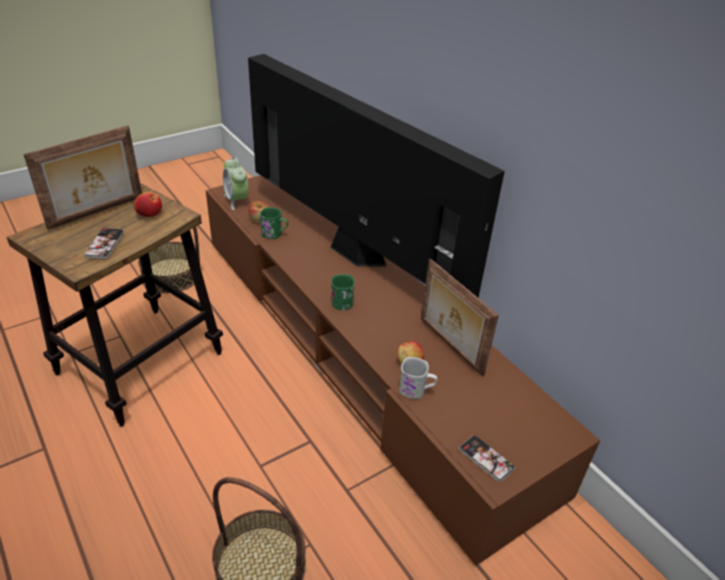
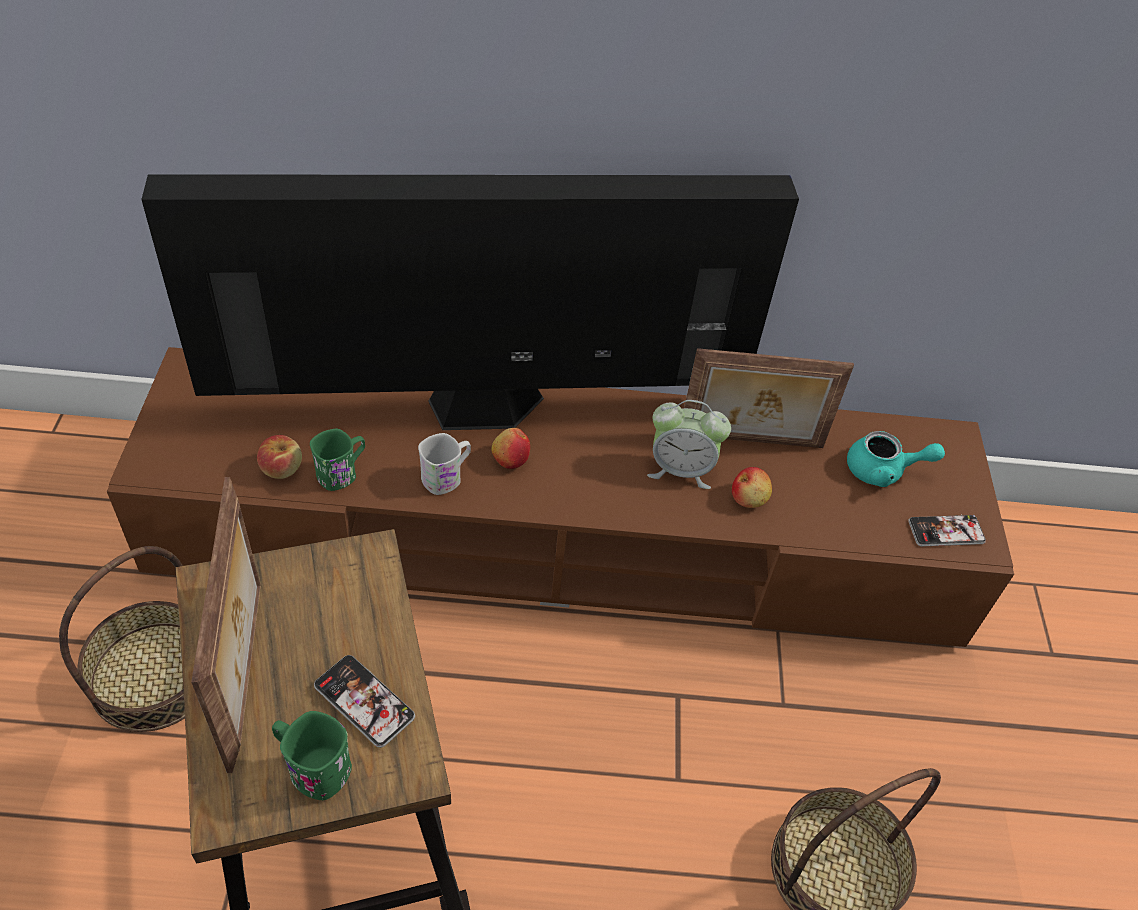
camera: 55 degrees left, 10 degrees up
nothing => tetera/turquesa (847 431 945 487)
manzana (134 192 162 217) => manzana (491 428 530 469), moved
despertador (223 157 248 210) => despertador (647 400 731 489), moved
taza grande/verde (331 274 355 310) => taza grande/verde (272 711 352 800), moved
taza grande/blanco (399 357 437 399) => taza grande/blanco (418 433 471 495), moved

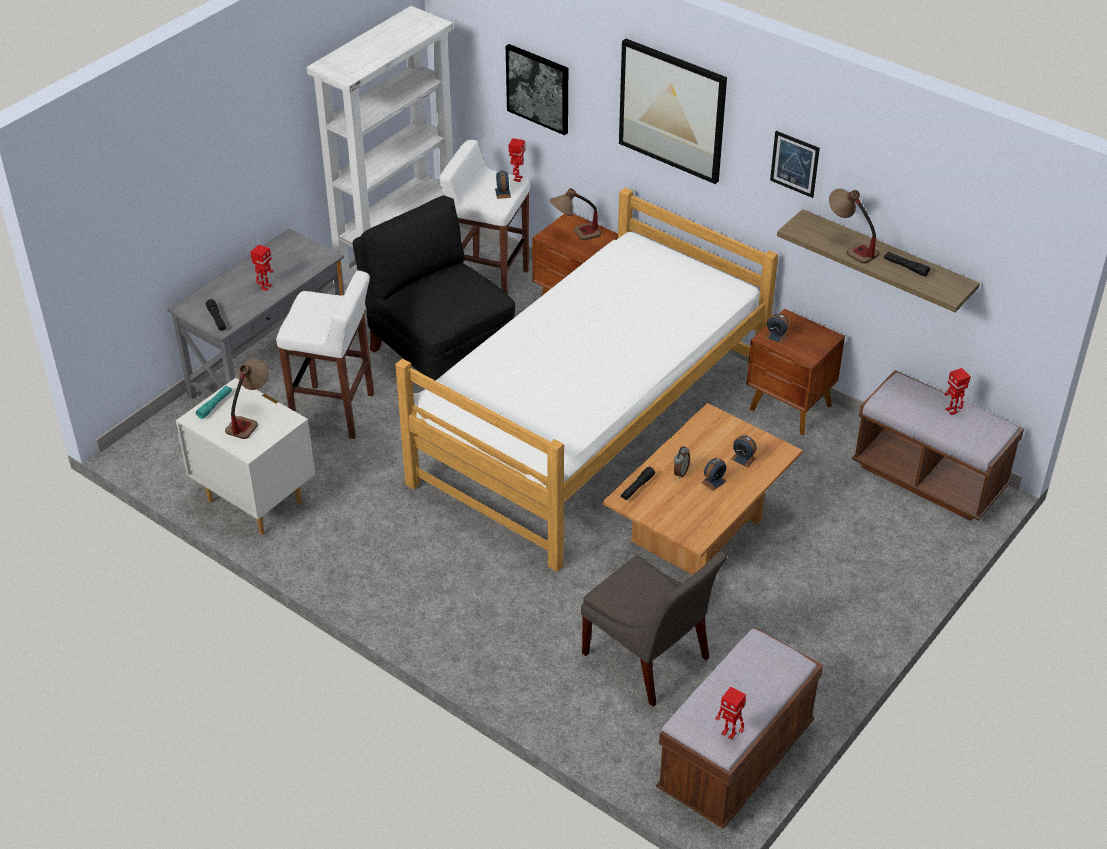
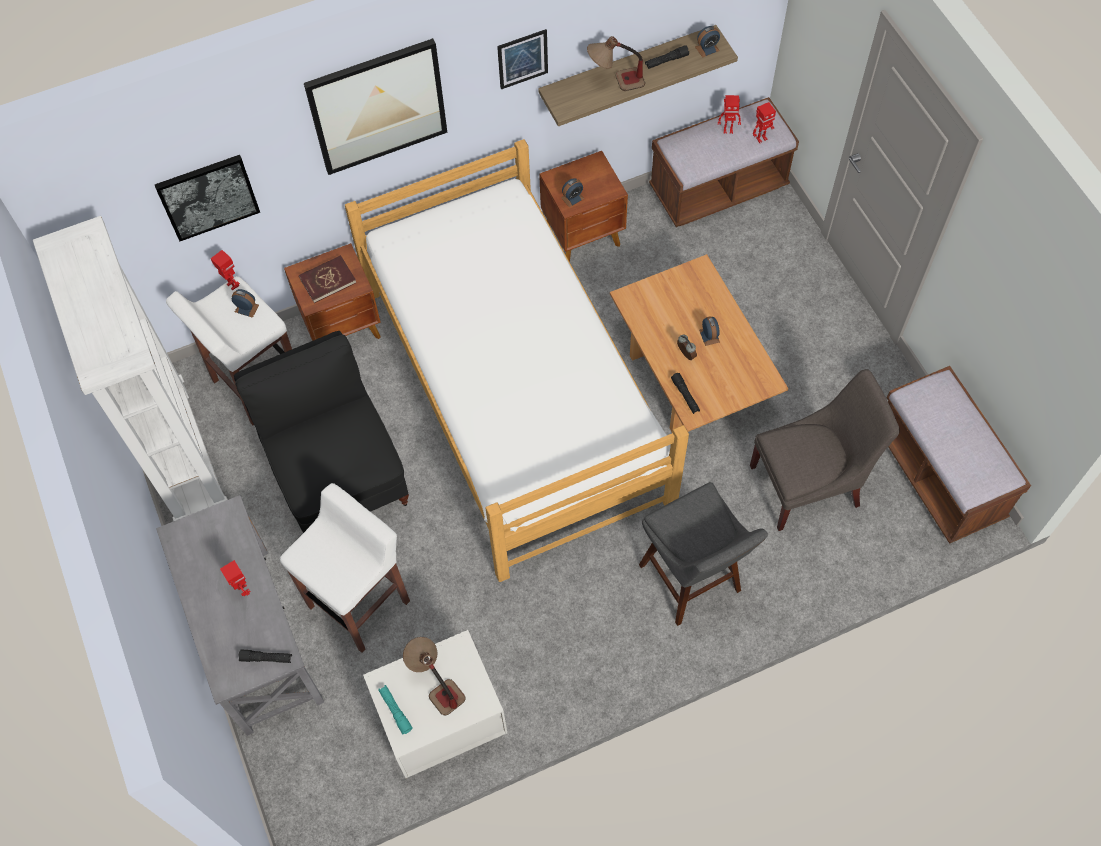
camera: 60 degrees left, 20 degrees up
nothing => taburete/gris (639 482 768 626)
robot de juguete (715 687 746 740) => robot de juguete (753 102 776 143), moved
despertador (731 435 756 467) => despertador (695 26 720 58), moved
lámpara de mesa (550 188 601 240) => libro/rojo (299 255 356 303)
silla/negro (353 195 515 381) => silla/negro (234 331 409 533), 75 degrees clockwise

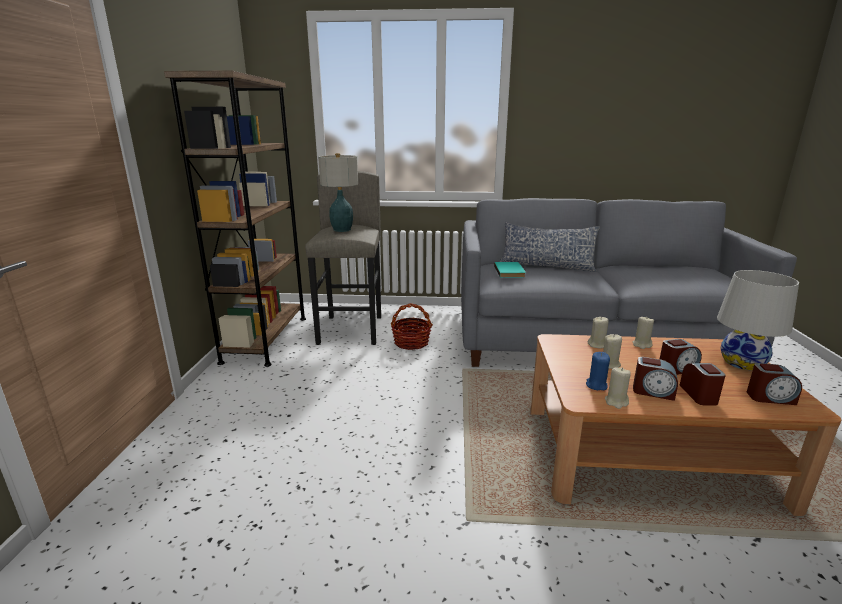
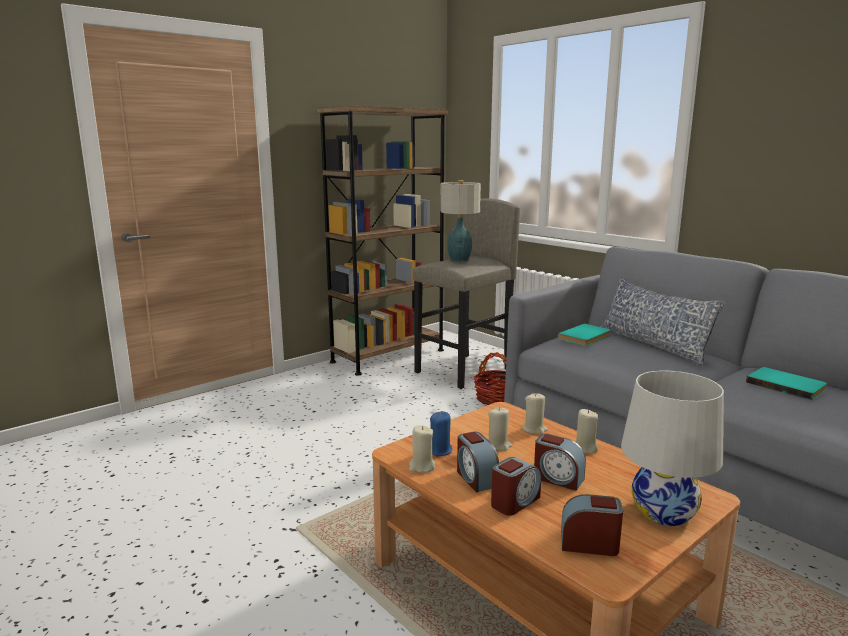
camera: 45 degrees right, 5 degrees down
nothing => libro/turquesa (746 367 827 400)
despertador (747 363 802 405) => despertador (561 494 623 556), 135 degrees clockwise

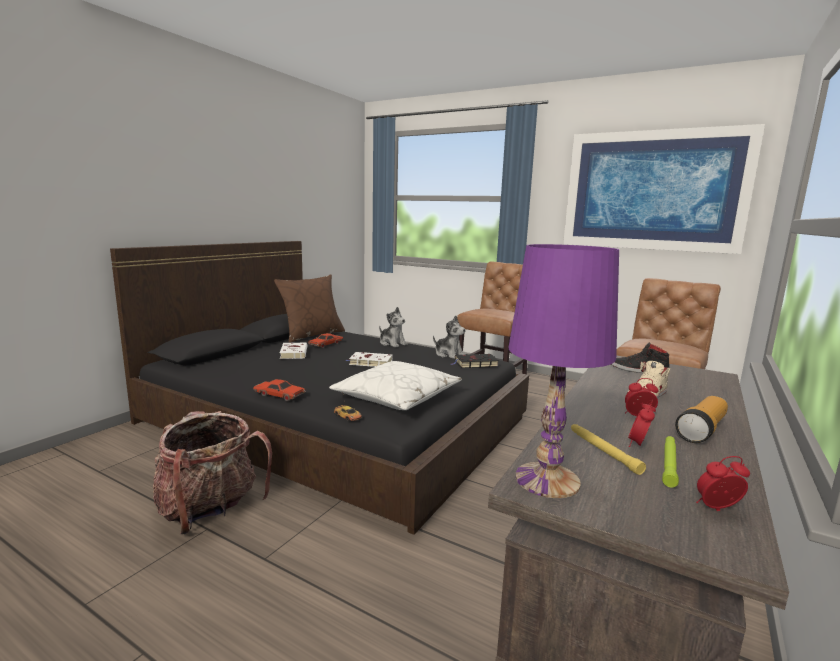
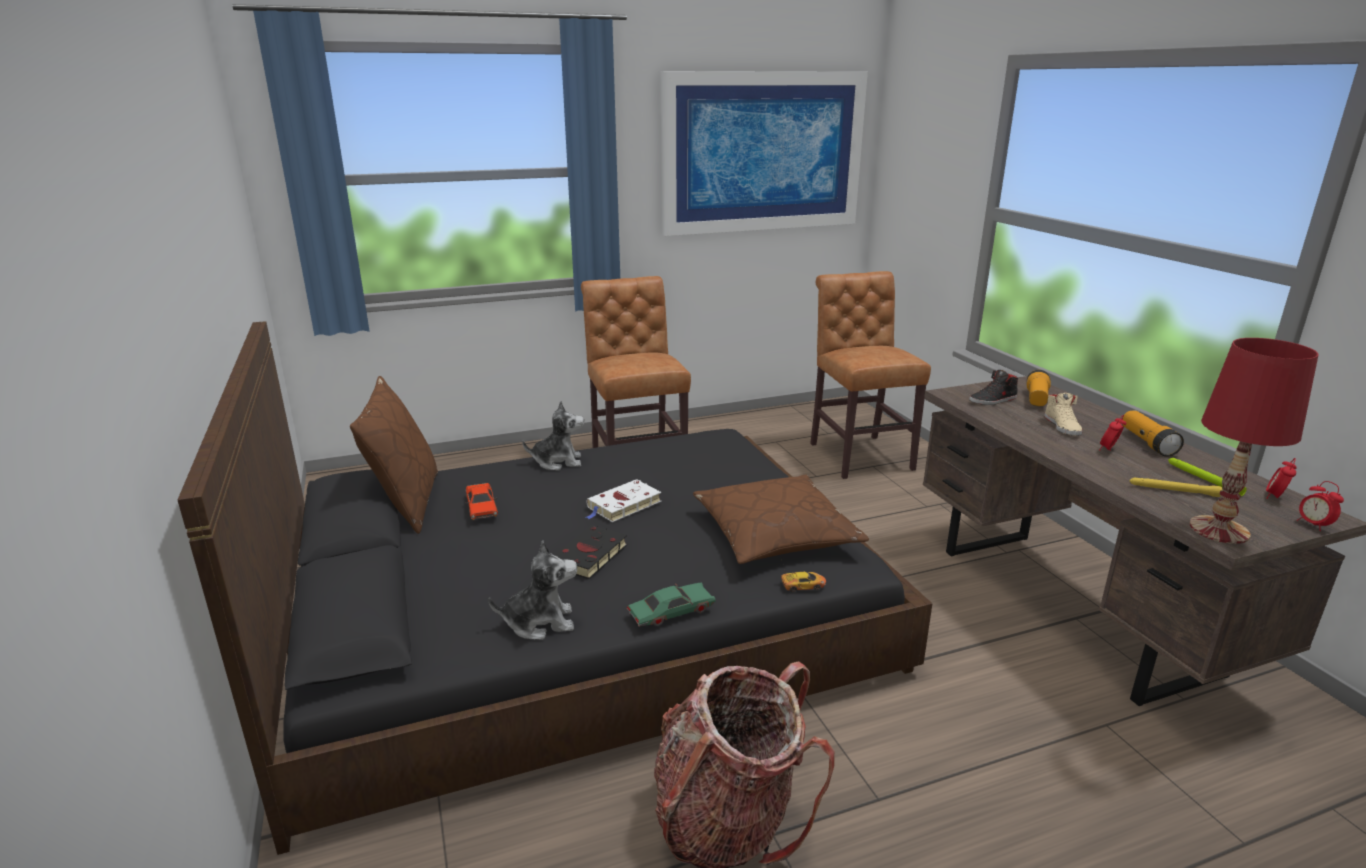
camera: 50 degrees left, 10 degrees up
libro/blanco (280 342 308 359) => nothing
nothing => linterna (1027 370 1051 406)
peluche (433 316 466 359) => peluche (488 540 577 640), moved
libro/negro (451 354 499 368) => libro/negro (554 525 627 579), moved
despertador (628 399 656 447) => despertador (1297 481 1344 531), moved
coche de juguete/rojo (253 379 306 401) => coche de juguete/verde (627 583 716 627)
cojín/blanco (329 361 462 410) => cojín/marrón (693 474 869 564)
lámpara de mesa/morado (509 244 619 498) => lámpara de mesa/rojo (1190 338 1319 544)

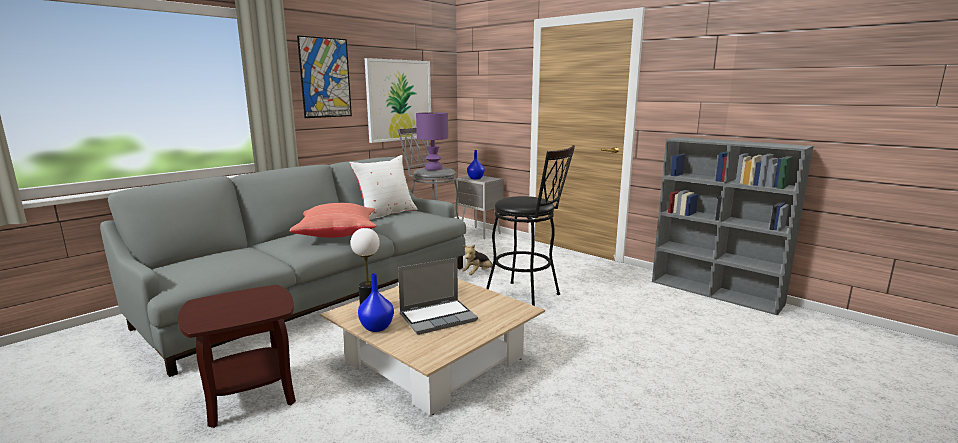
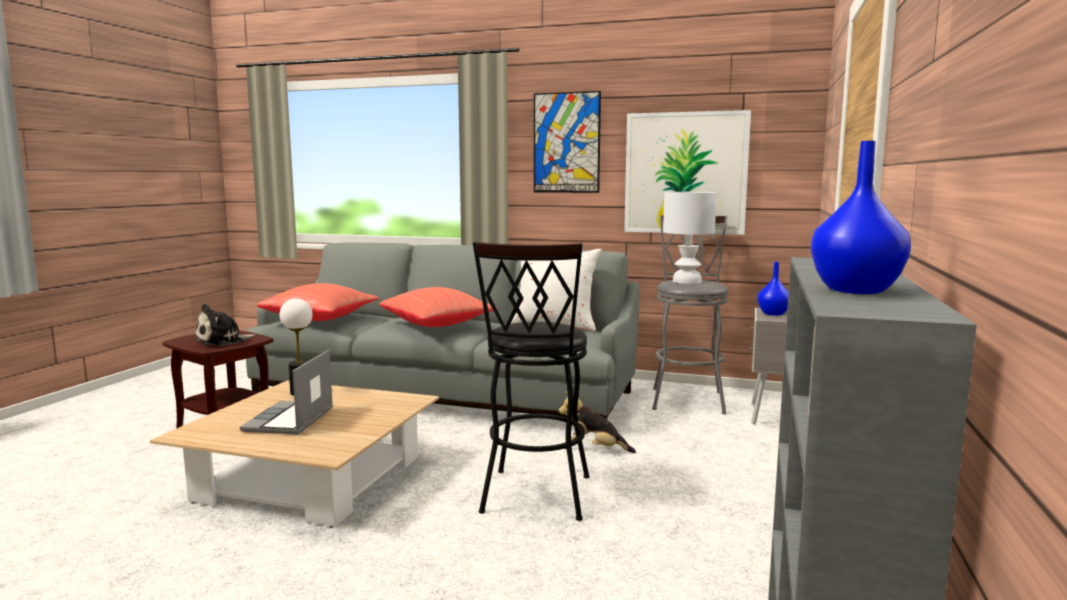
camera: 65 degrees right, 5 degrees down
nothing => peluche (195 304 256 346)
nothing => cojín/rojo (257 283 379 321)
florero/azul (358 273 394 332) => florero/azul (811 141 911 294), moved
lámpara de mesa/morado (416 112 448 170) => lámpara de mesa/blanco (663 192 717 284)
portátil (398 258 478 335) => portátil (240 350 333 435), 60 degrees clockwise

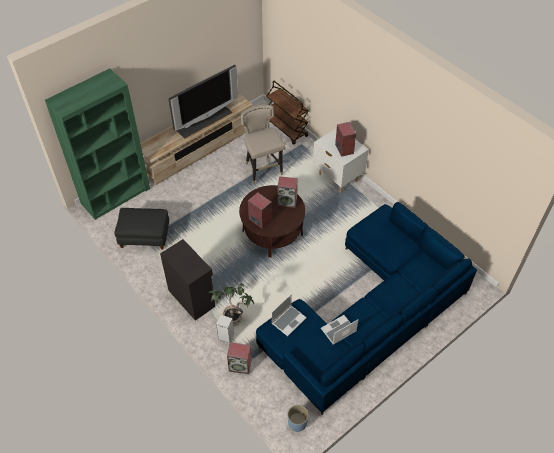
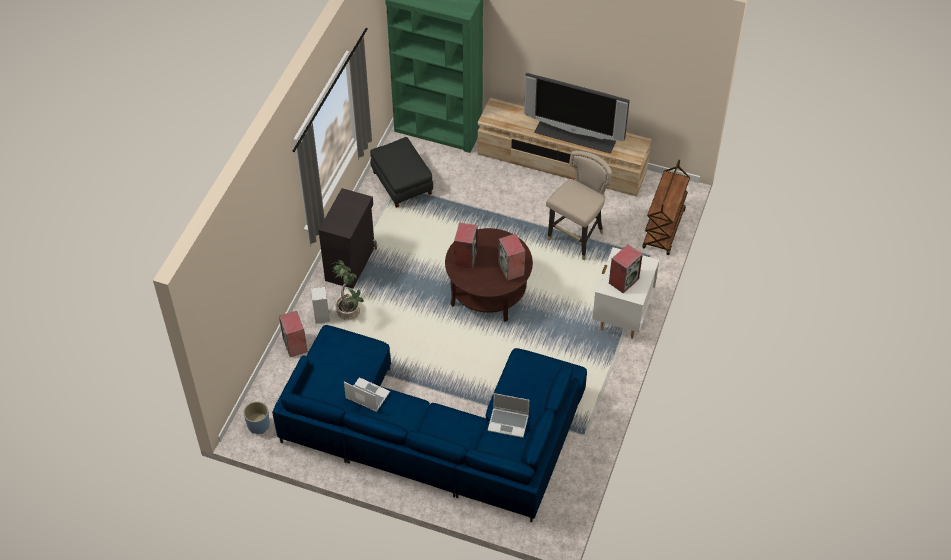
camera: 60 degrees right, 0 degrees up
portátil (272 294 307 336) => portátil (488 393 529 438), moved

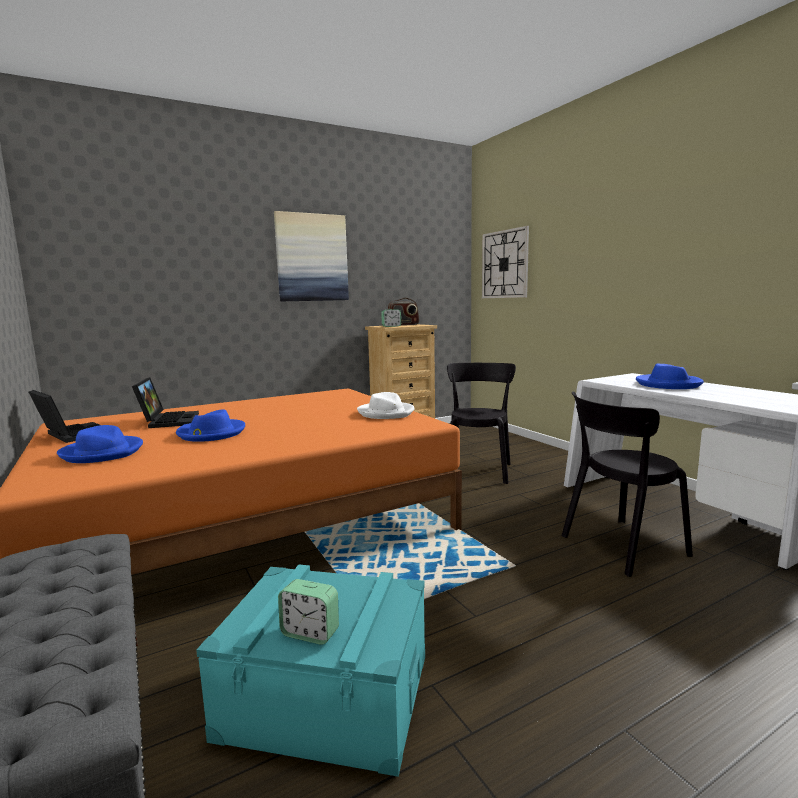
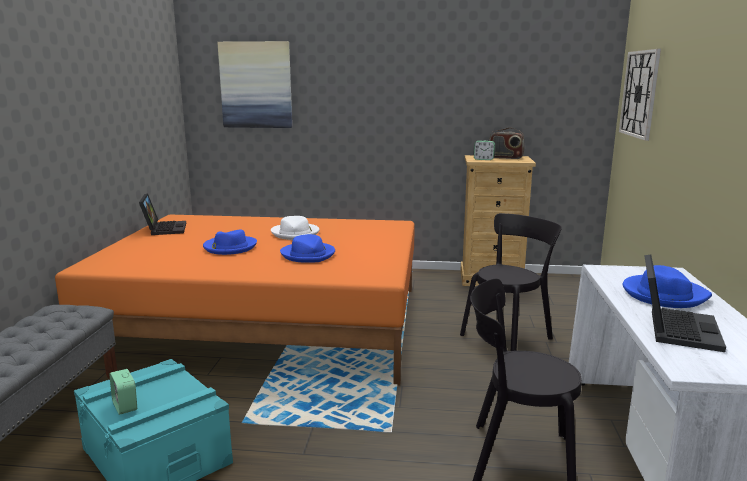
camera: 35 degrees right, 5 degrees up
sombrero/azul (57 425 143 463) => sombrero/azul (280 234 335 263), moved
portátil (132 377 199 428) => portátil (644 255 726 352), moved
cuadro (274 211 349 301) => cuadro (217 41 292 128), moved
sombrero/blanco (357 392 415 419) => sombrero/blanco (271 216 320 240), moved

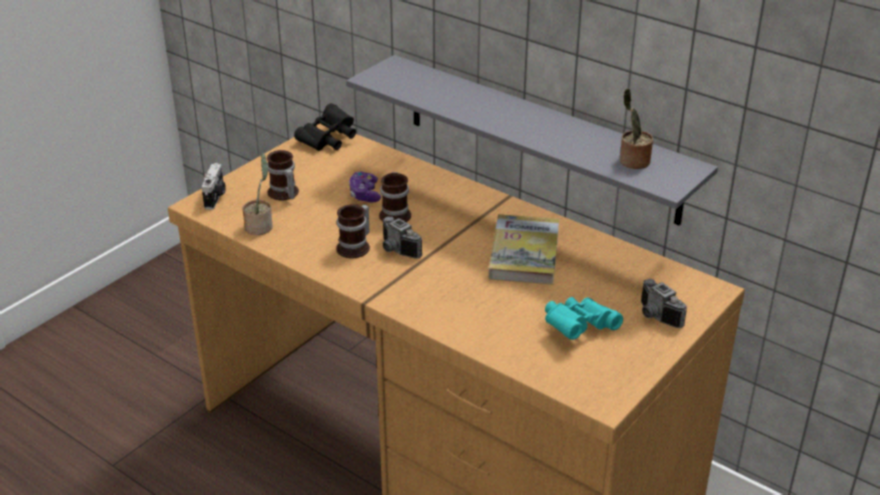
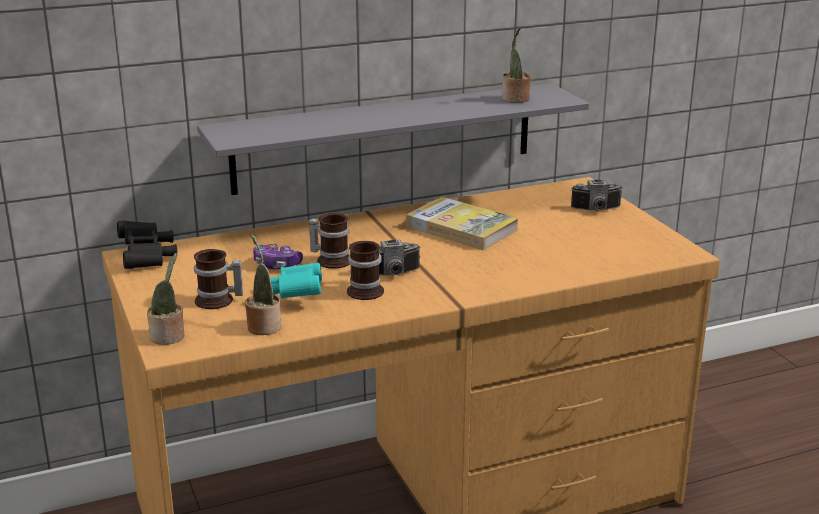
camera: 60 degrees left, 10 degrees down
prismáticos/turquesa (545 297 623 340) => prismáticos/turquesa (270 263 322 299), moved
cámara (201 163 226 210) => planta en maceta (147 253 184 345)

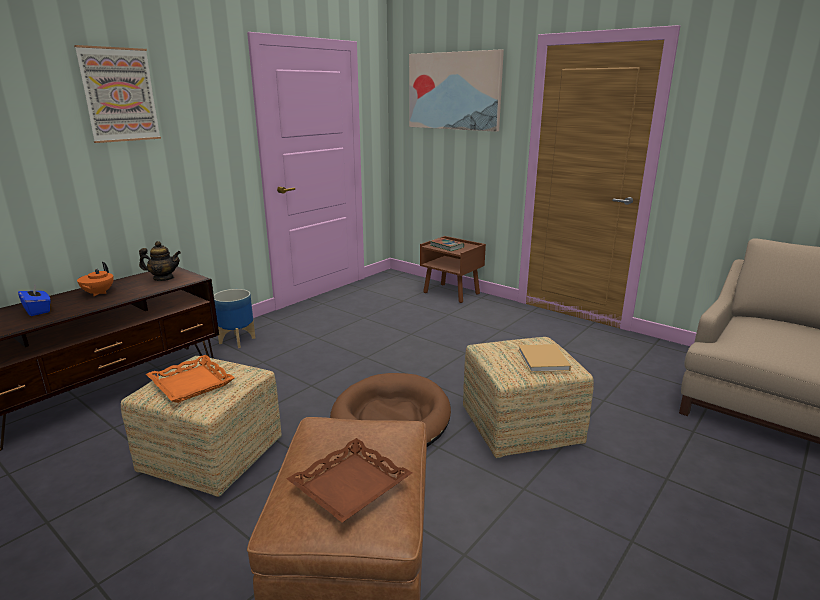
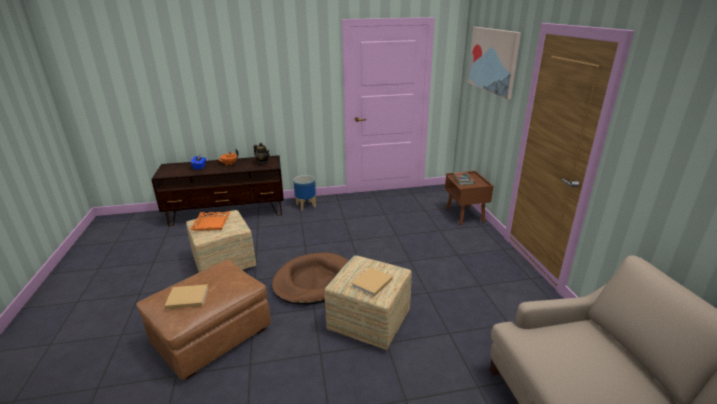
camera: 40 degrees right, 5 degrees up
cuadro (74 45 161 143) => nothing
bandeja/marrón (287 438 412 522) => libro/beis (165 284 209 309)

